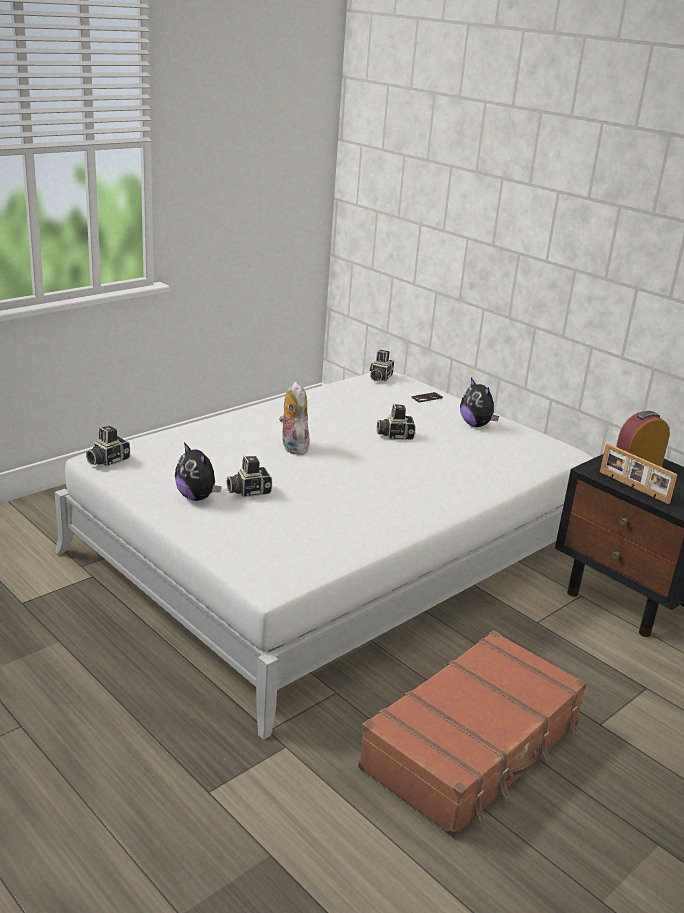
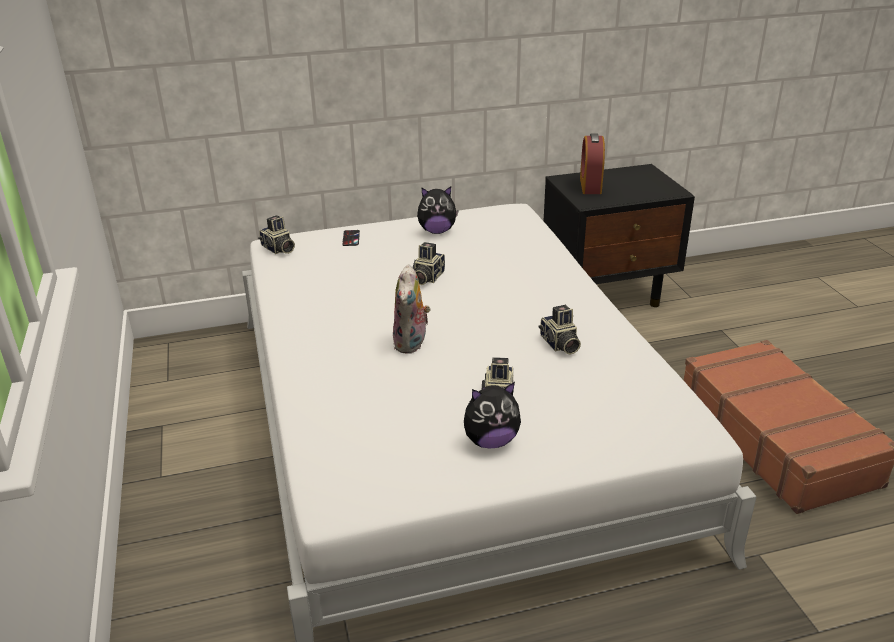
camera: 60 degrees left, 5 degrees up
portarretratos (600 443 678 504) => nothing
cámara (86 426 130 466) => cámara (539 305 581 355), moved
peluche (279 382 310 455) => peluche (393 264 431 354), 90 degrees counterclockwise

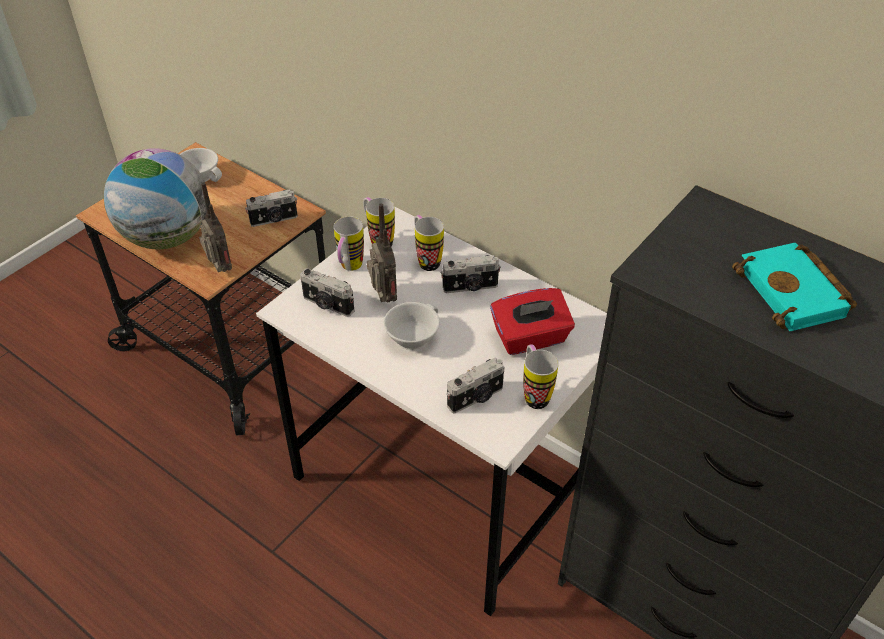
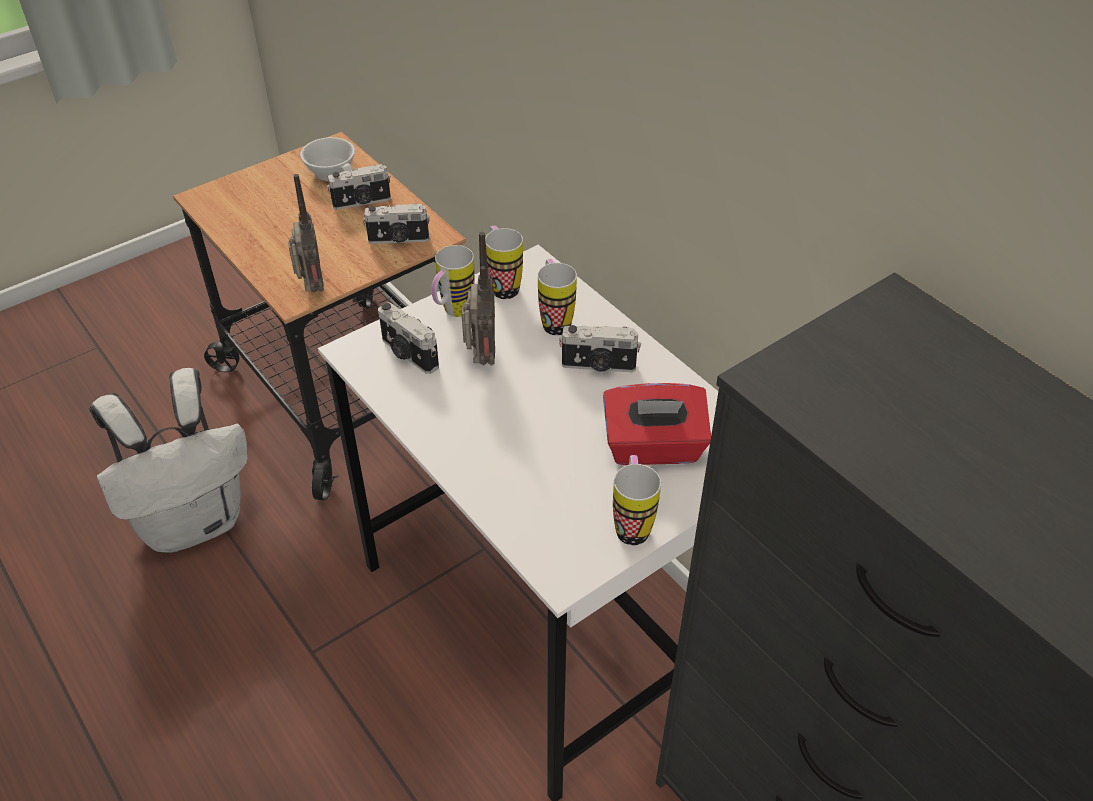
camera: 15 degrees right, 0 degrees up
globo terráqueo (104 148 208 249) => nothing
taza/blanco (383 302 440 350) => nothing
libro/turquesa (732 243 857 331) => nothing
nothing => mochila/blanco (89 368 247 553)
cámara (447 357 505 413) => cámara (327 164 391 210), moved

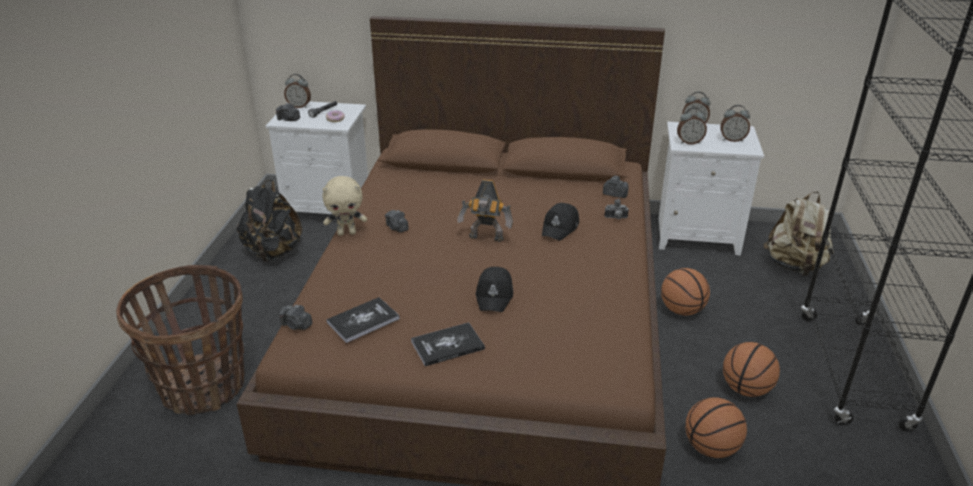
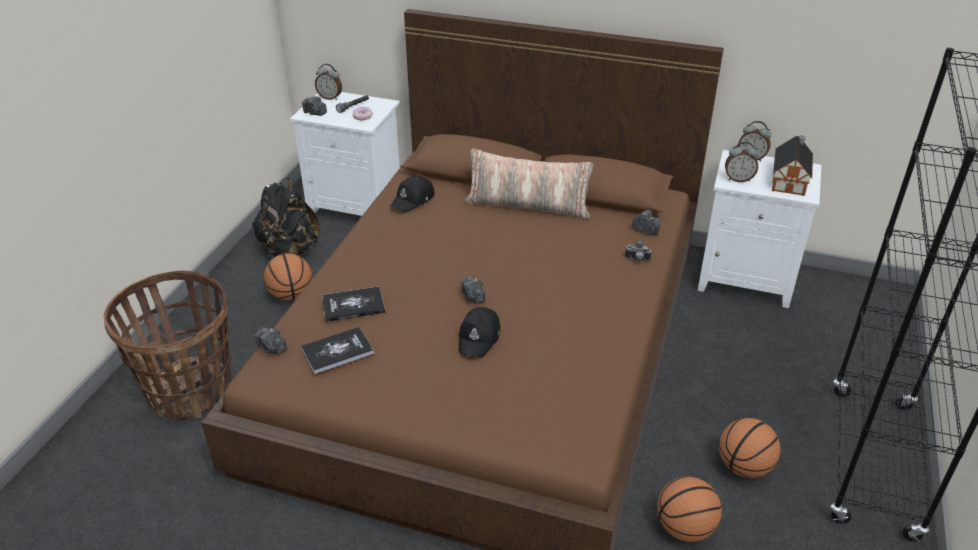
camera: 10 degrees right, 5 degrees up
peluche/beis (322 176 367 236) => nothing
robot de juguete (457 179 513 242) => nothing
mochila/beis (763 192 834 276) => nothing
nothing => cojín (465 148 594 219)
cámara (385 210 409 232) => cámara (460 276 486 304), moved
libro (411 322 485 366) => libro (322 287 385 322), moved
gorra/negro (542 203 579 241) => gorra/negro (390 176 434 213), moved
balón de baloncesto (661 268 710 316) => balón de baloncesto (264 253 312 300), moved
despertador (720 105 750 142) => casita (772 135 813 196)

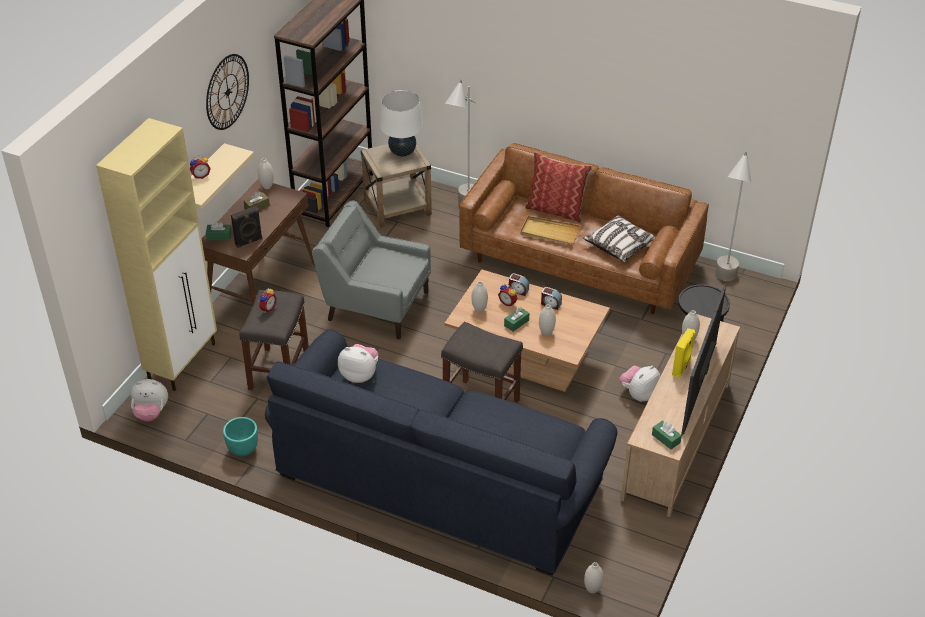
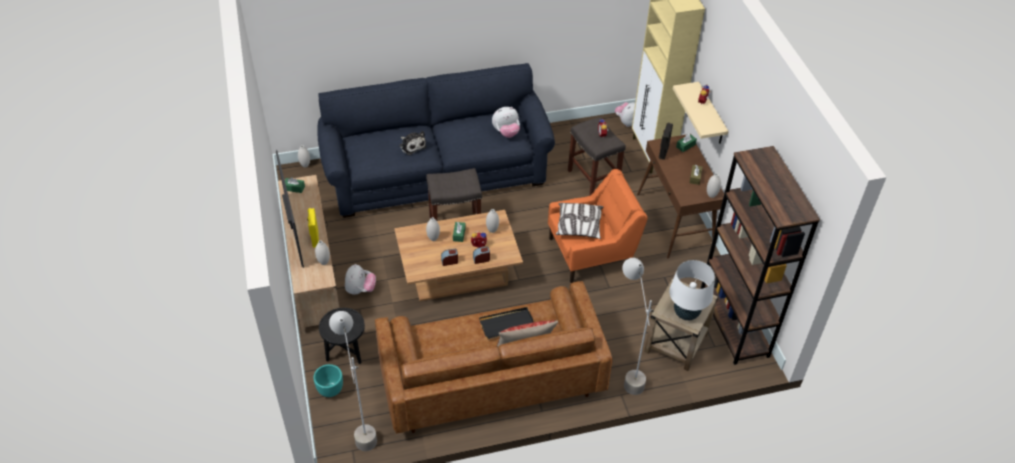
camera: 140 degrees right, 5 degrees up
reloj de pared (206 54 249 130) => nothing
nothing => peluche (400 131 426 155)
maceta/turquesa (223 417 258 456) => maceta/turquesa (313 364 343 397), moved
cojín (583 215 655 262) => cojín (556 203 603 239), moved
sillón/gris (312 200 431 339) => sillón/naranja (548 169 648 283)
bandeja/beis (520 216 580 245) => bandeja/negro (479 307 534 340)

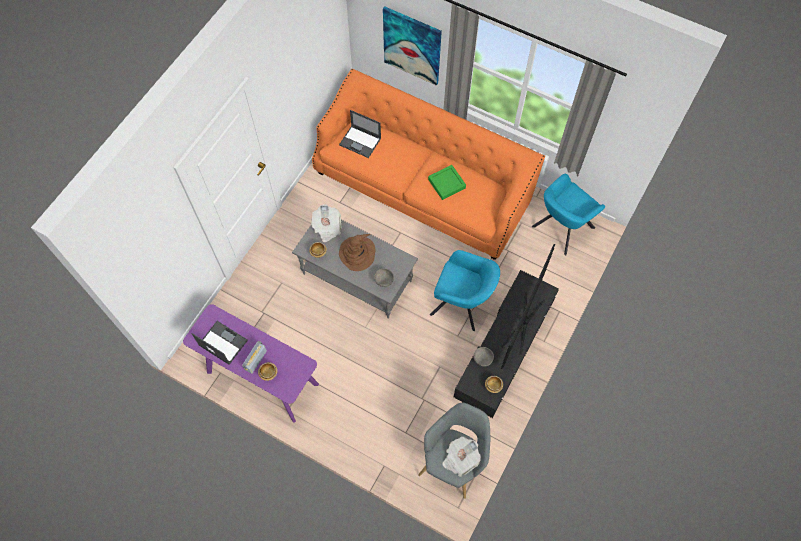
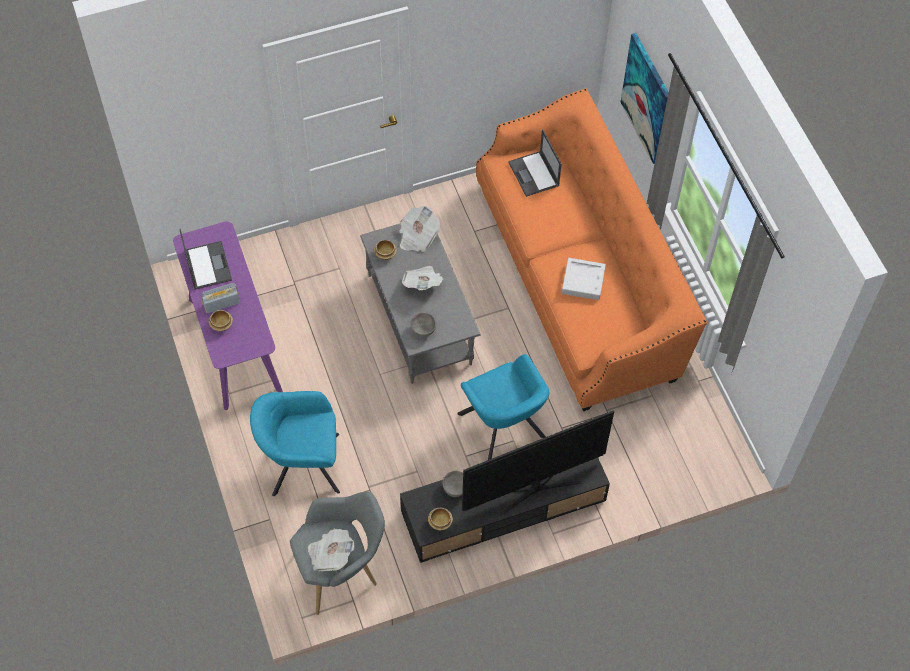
camera: 40 degrees right, 5 degrees down
sillón/turquesa (532 174 605 255) => sillón/turquesa (250 391 340 496), moved
sombrero/marrón (339 234 375 271) => periódico (402 266 444 290)
bandeja/verde (428 165 466 200) => bandeja/gris (562 258 606 300)

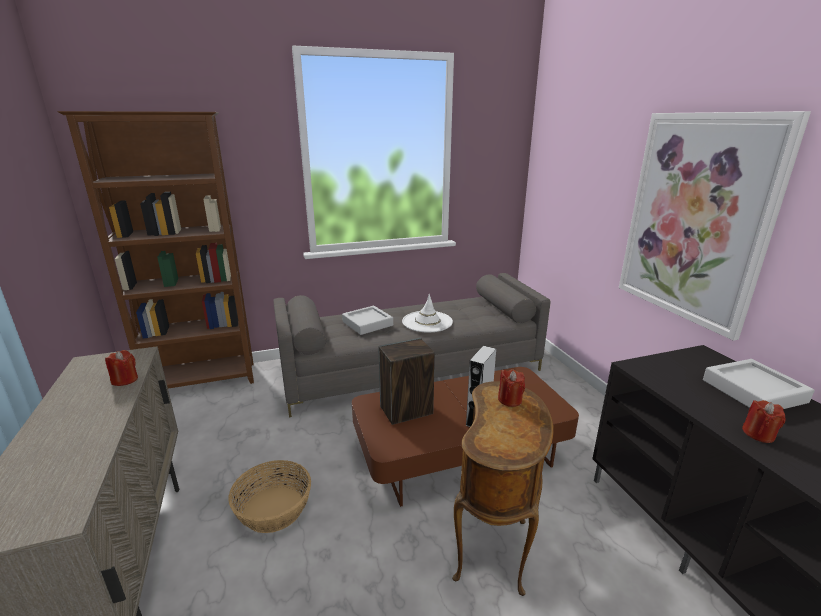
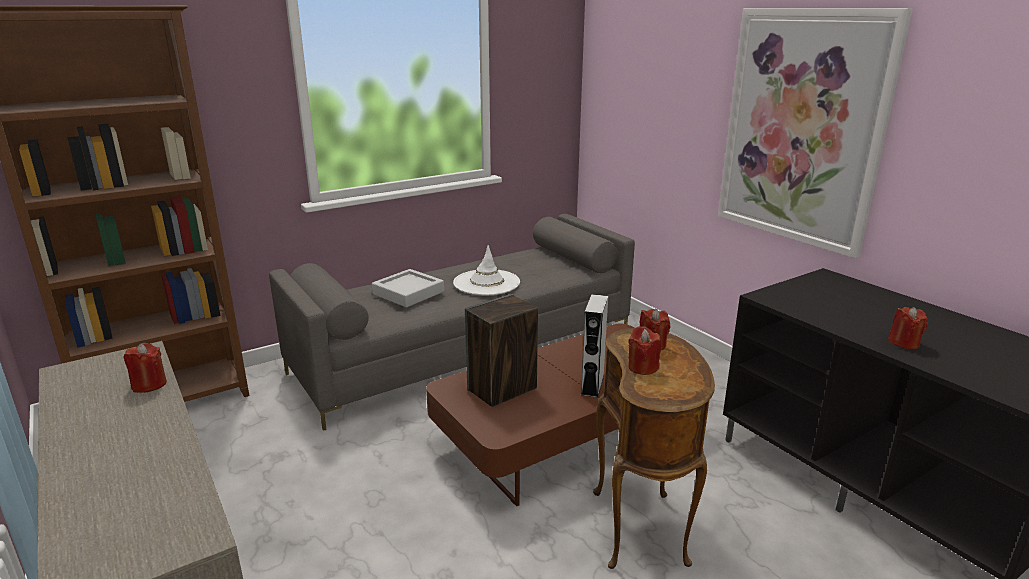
camera: 15 degrees left, 0 degrees up
cesta (228 460 311 533) => nothing
bandeja/gris (703 359 815 409) => nothing
nothing => vela/rojo (628 326 661 375)

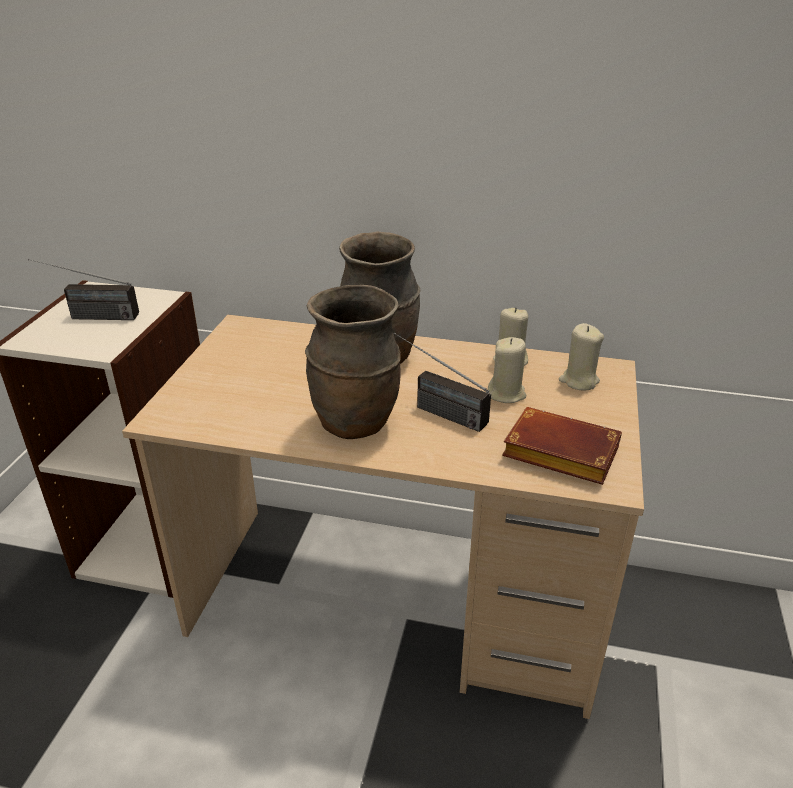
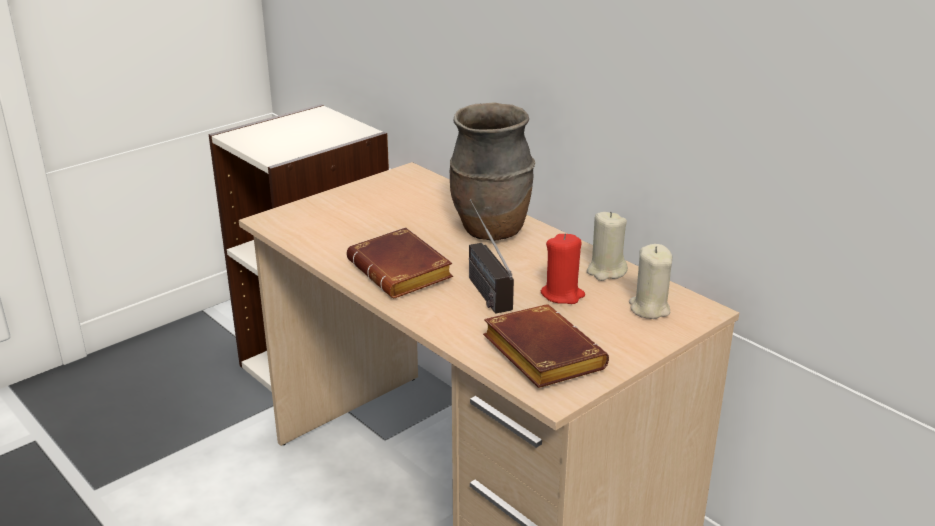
camera: 35 degrees right, 5 degrees down
radio (28 259 139 320) => nothing
florero/marrón (305 285 401 439) => libro/marrón (347 227 453 298)
vela/beis (488 337 526 403) => vela/rojo (541 233 585 304)

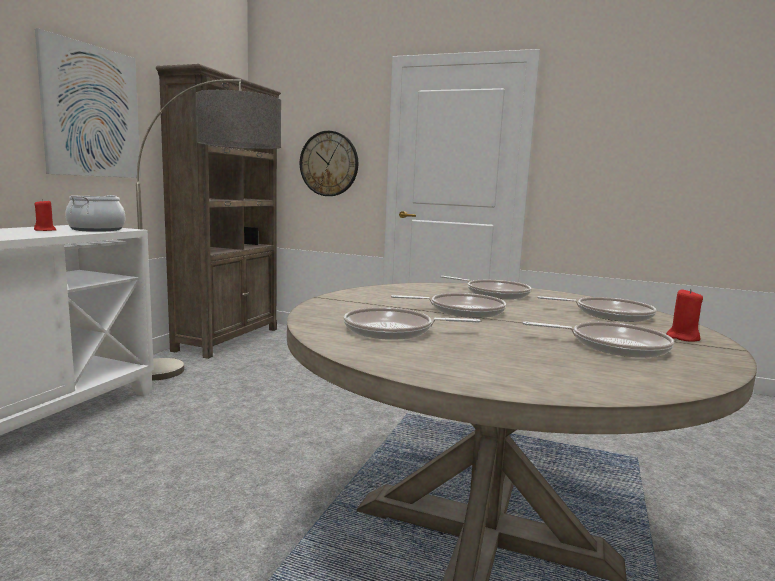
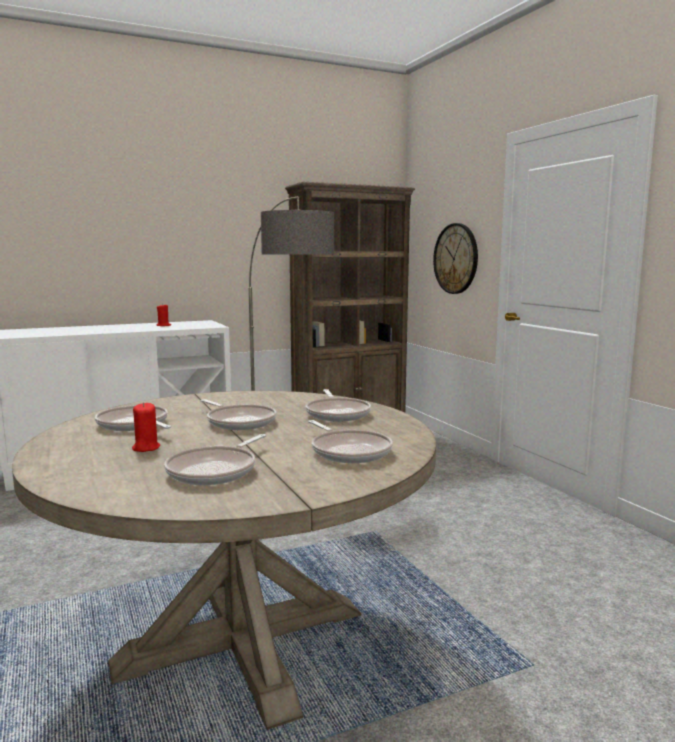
camera: 45 degrees right, 0 degrees up
cuadro (35 28 141 178) => nothing
olla (65 195 125 232) => nothing
vela/rojo (666 289 703 342) => vela/rojo (132 402 160 452), moved
sartén (523 322 674 358) => sartén (164 434 267 485), 60 degrees clockwise

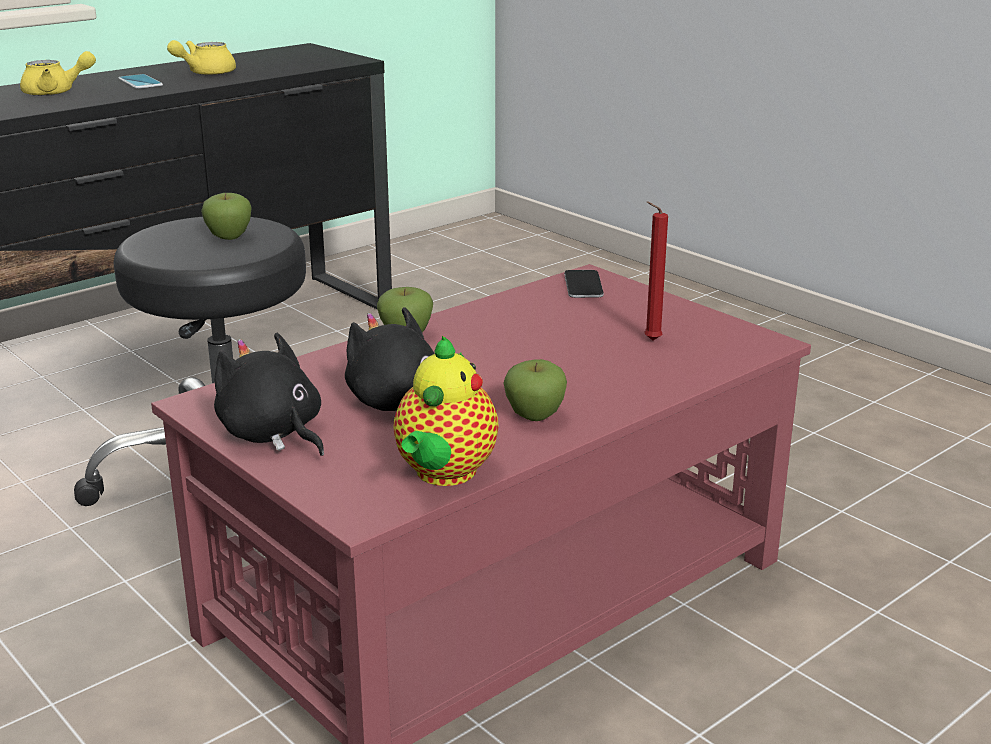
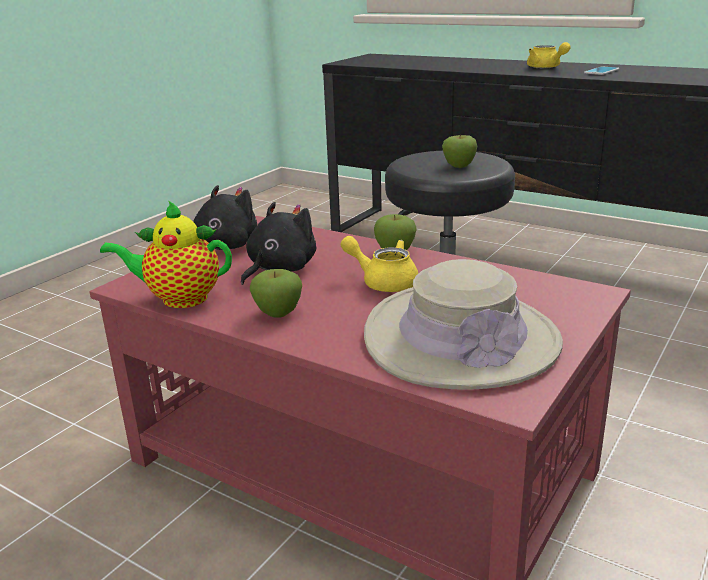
camera: 75 degrees right, 0 degrees up
móvil (564 270 604 298) => nothing
tetera/amarillo (167 40 236 75) => tetera/amarillo (340 236 418 292), moved
vela/rojo (644 201 668 341) => sombrero/beis (364 259 563 390)

